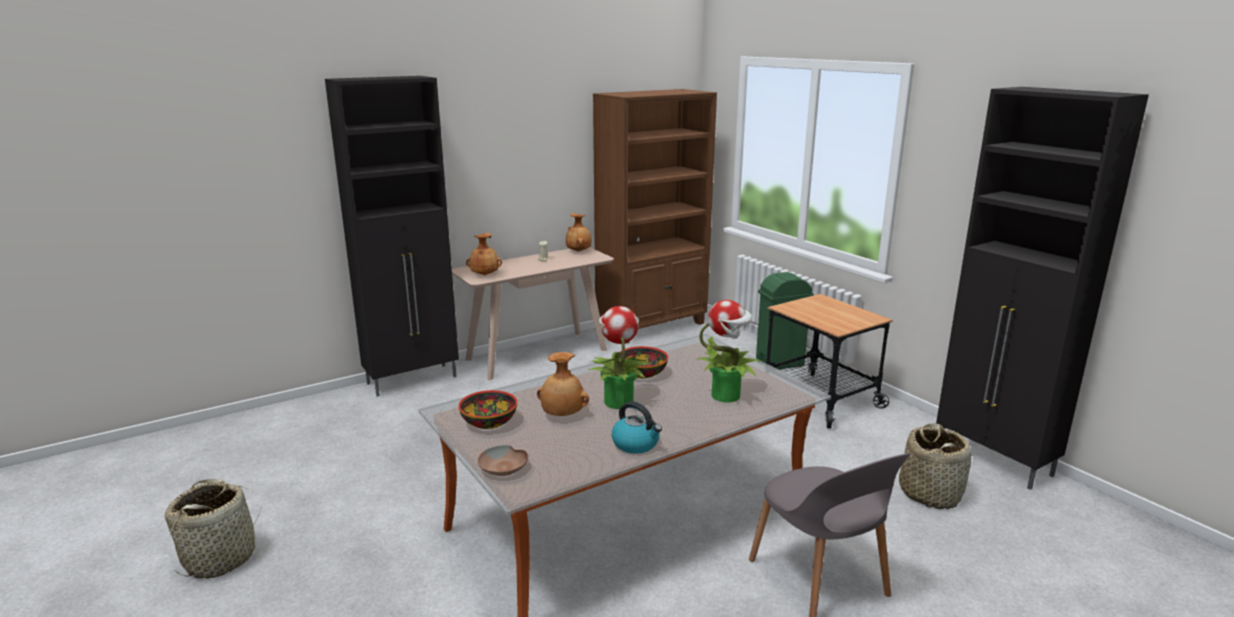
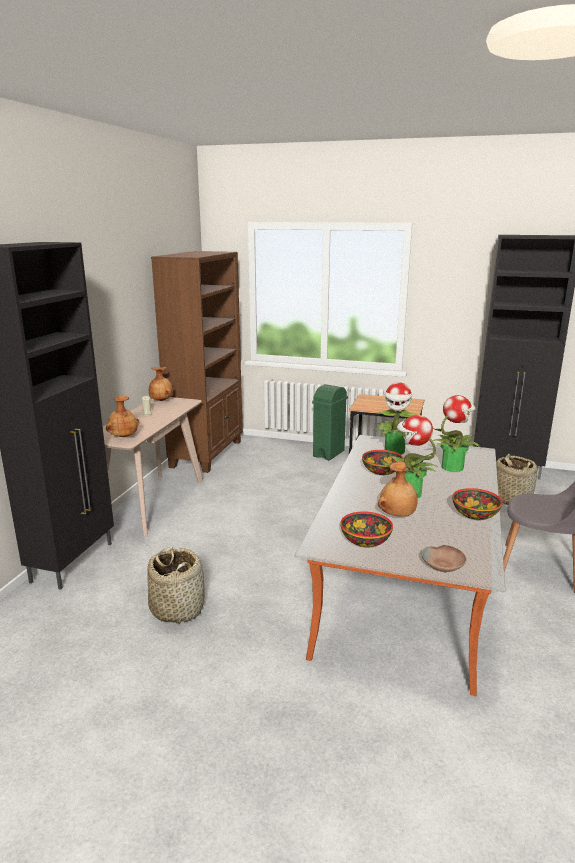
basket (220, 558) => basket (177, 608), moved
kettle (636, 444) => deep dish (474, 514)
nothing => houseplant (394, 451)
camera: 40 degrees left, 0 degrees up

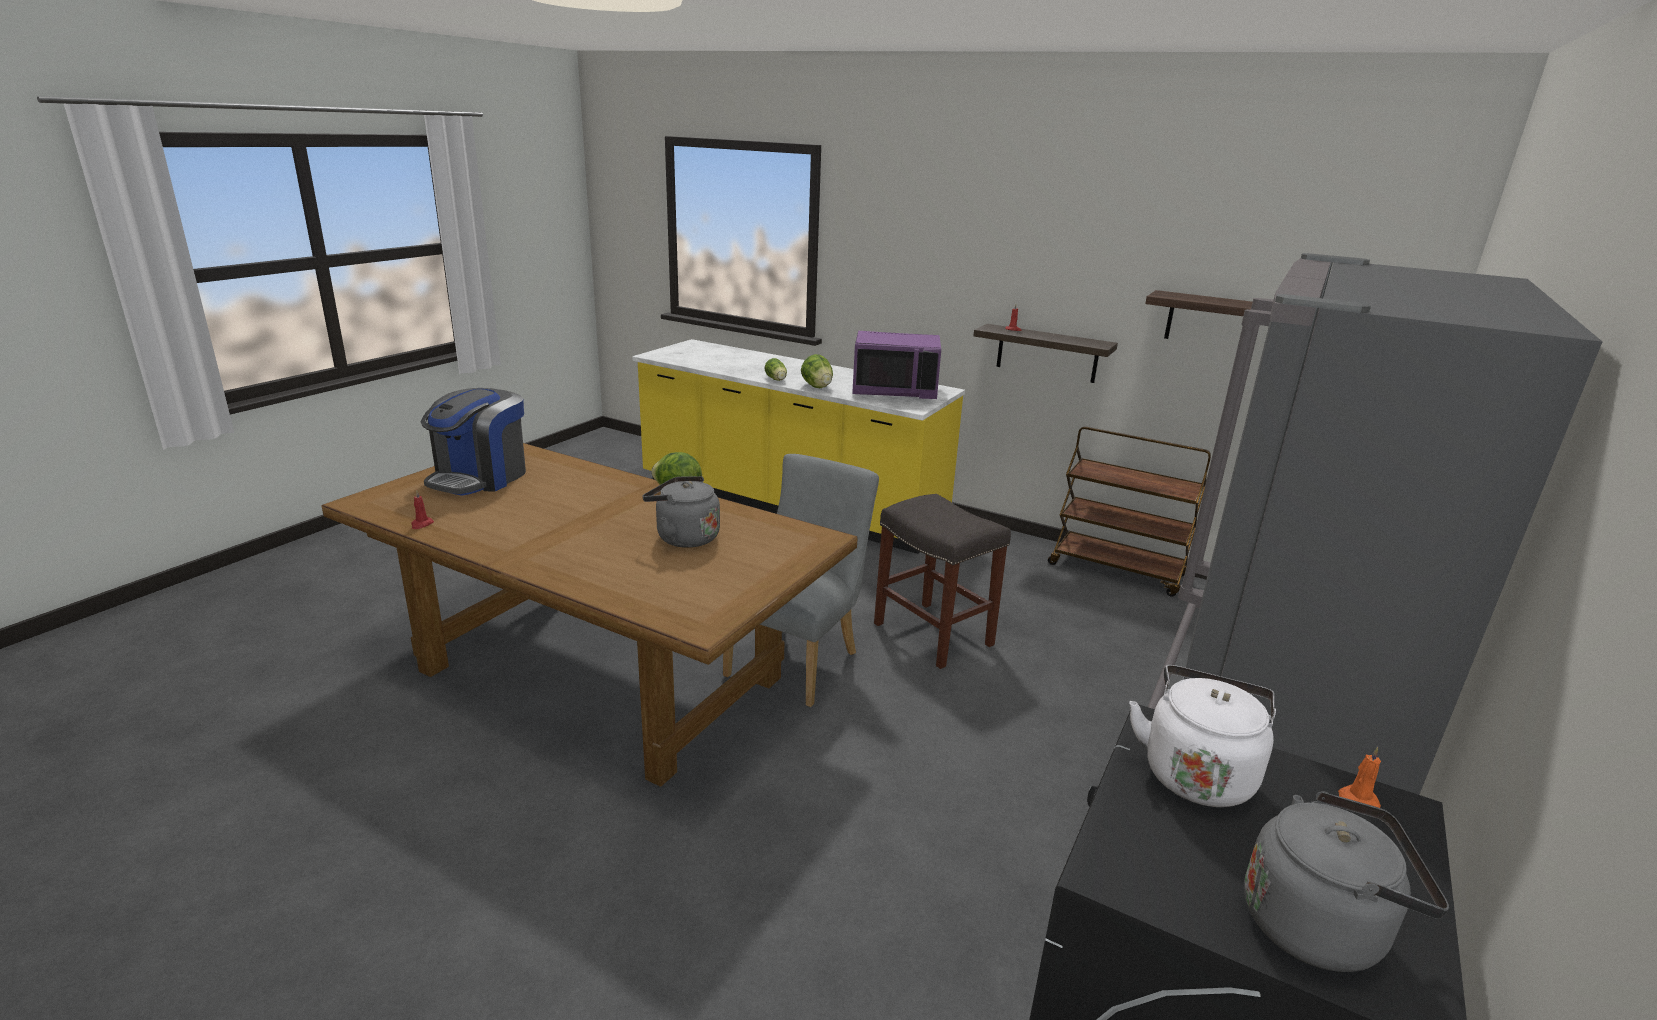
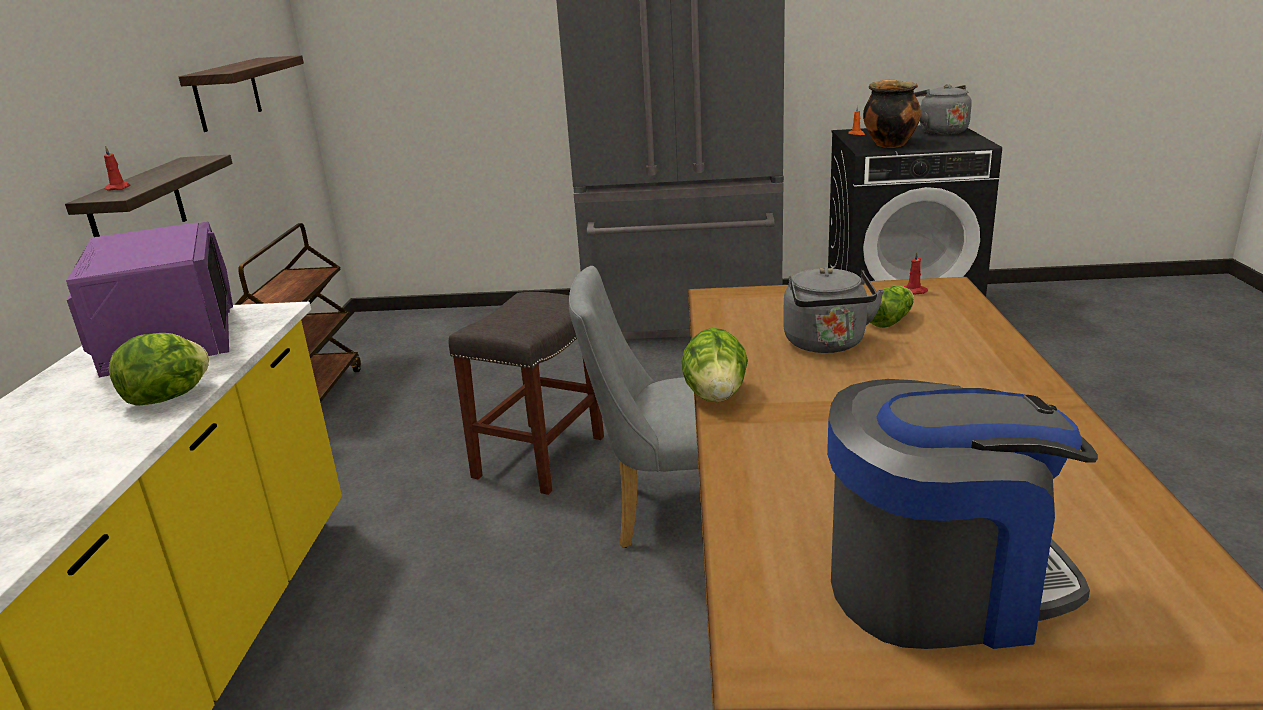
reddish wax light (421, 524) => reddish wax light (915, 291), moved
lettuce head (776, 380) => lettuce head (891, 320), moved
whitish kettle (1196, 772) => cooking pot (889, 144)
camera: 115 degrees left, 0 degrees up

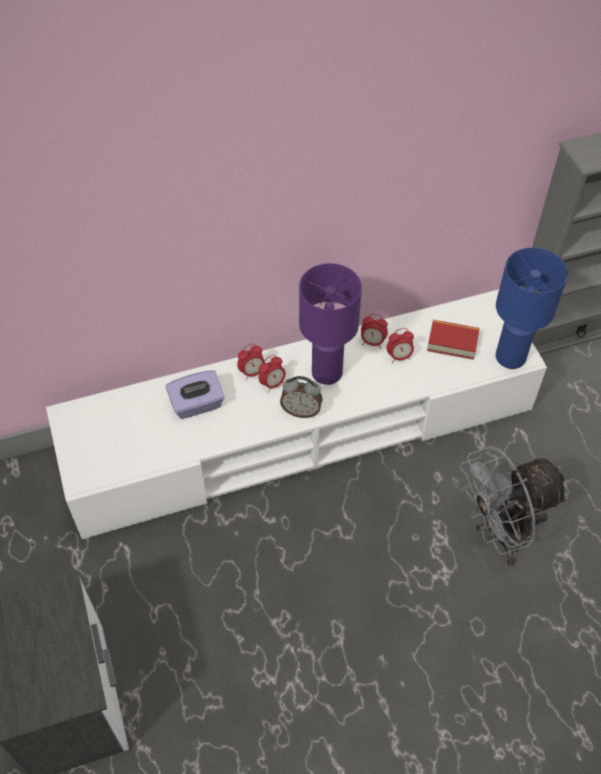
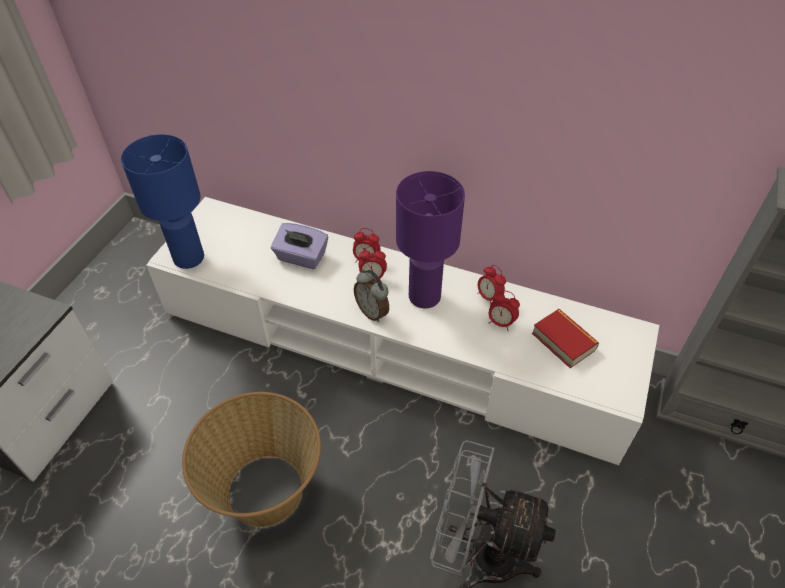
blue-coloured lamp for a table (509, 357) => blue-coloured lamp for a table (188, 257), moved
nothing => basket (266, 491)
camera: 40 degrees right, 5 degrees down

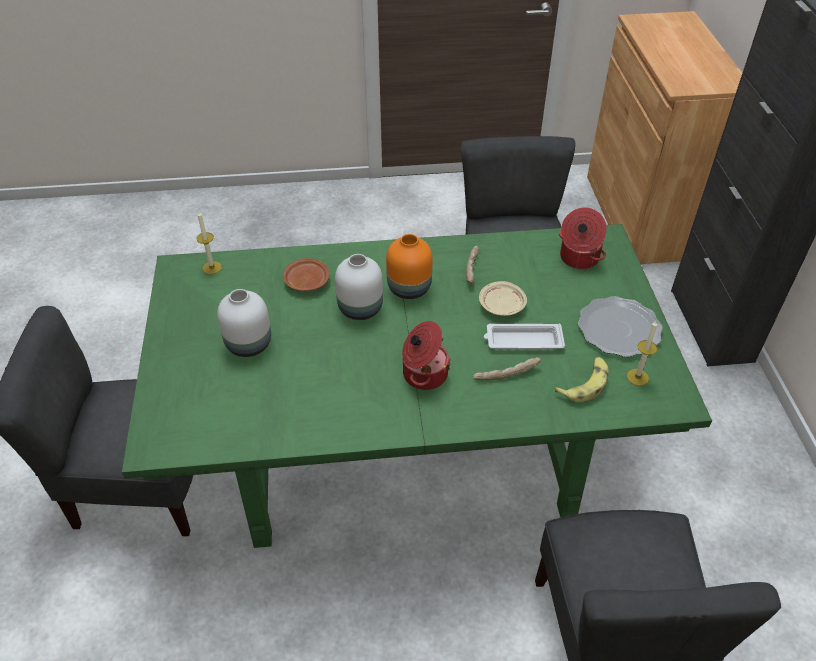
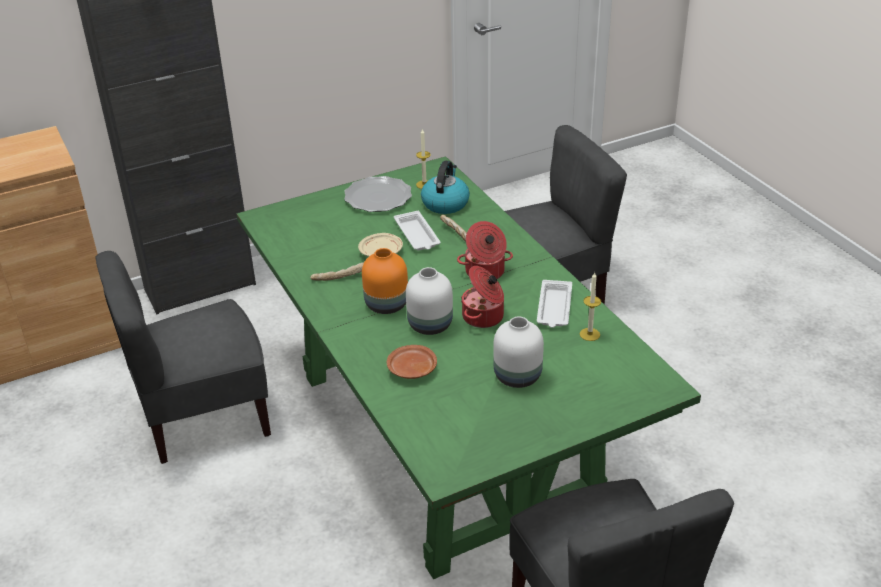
wax light (212, 268) => wax light (589, 334), moved
whole banana (585, 384) => kettle (445, 203)
cooking pot (578, 258) => cooking pot (484, 317), moved
nothing => whitish tray (554, 308)
camera: 110 degrees left, 10 degrees down

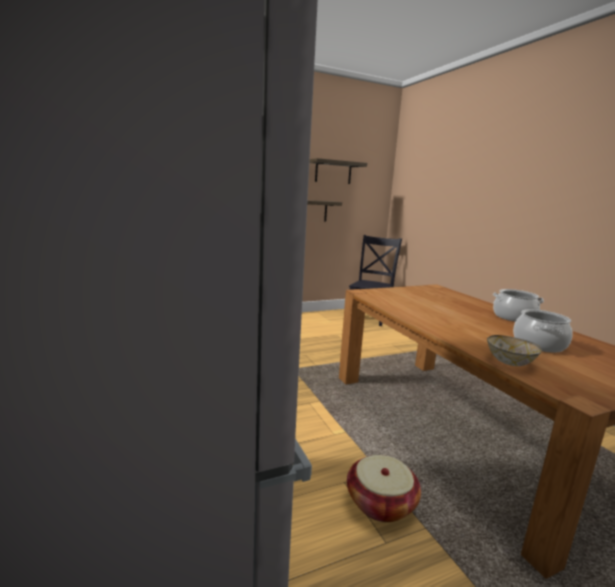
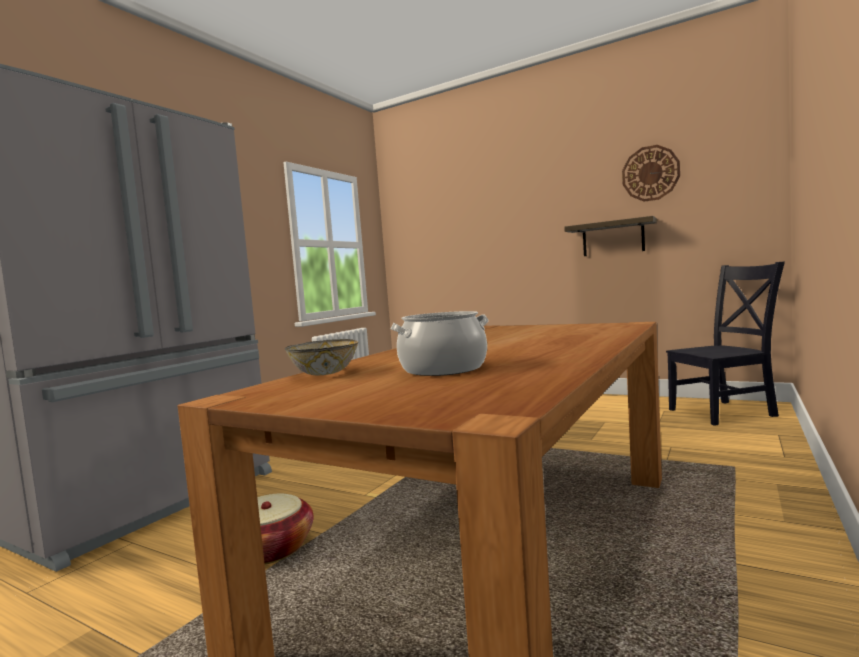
shelf (333, 172) => wall clock (650, 173)
cooking pot (513, 317) => nothing
camera: 55 degrees right, 10 degrees down

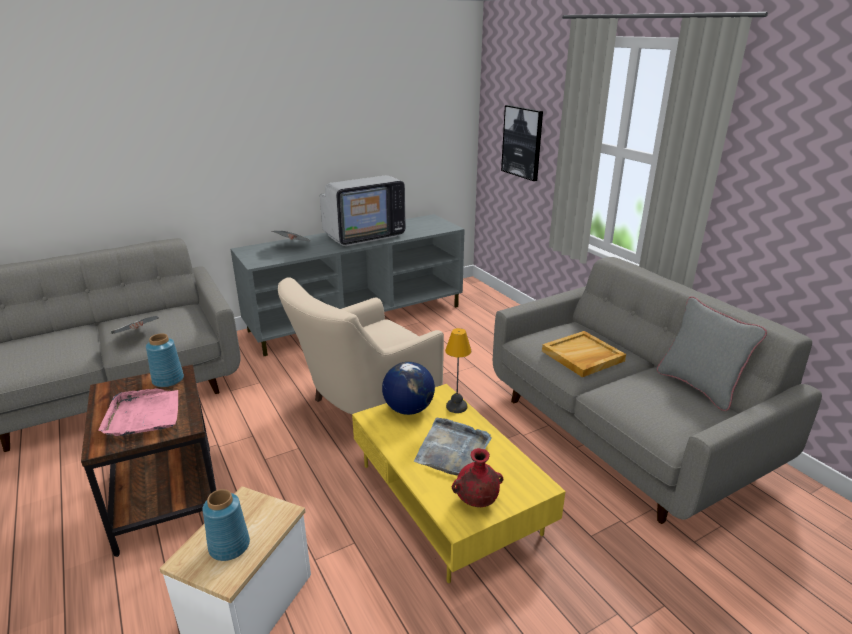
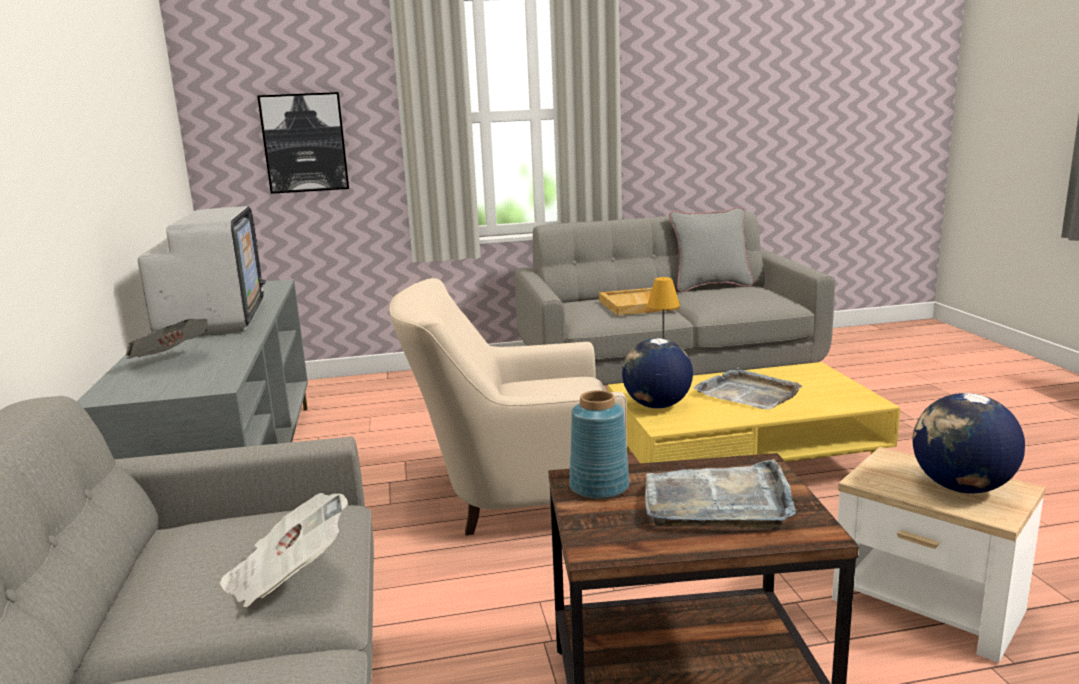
pinkish tray (143, 415) => greyish tray (717, 501)
blue-coloured vase (228, 546) => globe (961, 488)
beige-coloured armchair (363, 404) => beige-coloured armchair (515, 498), 105 degrees clockwise
reddish vase (476, 501) => nothing
camera: 70 degrees left, 10 degrees down

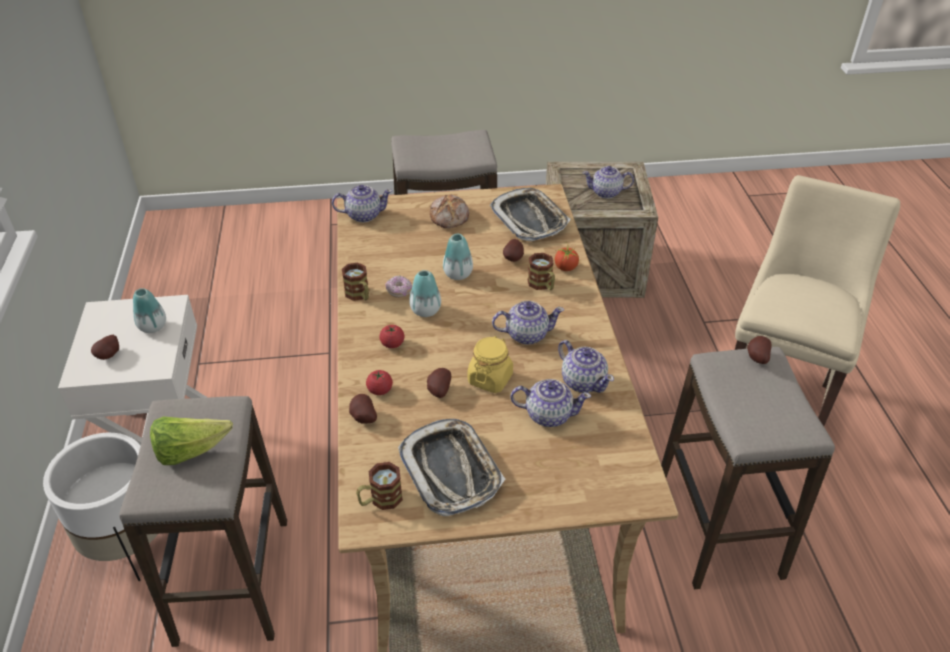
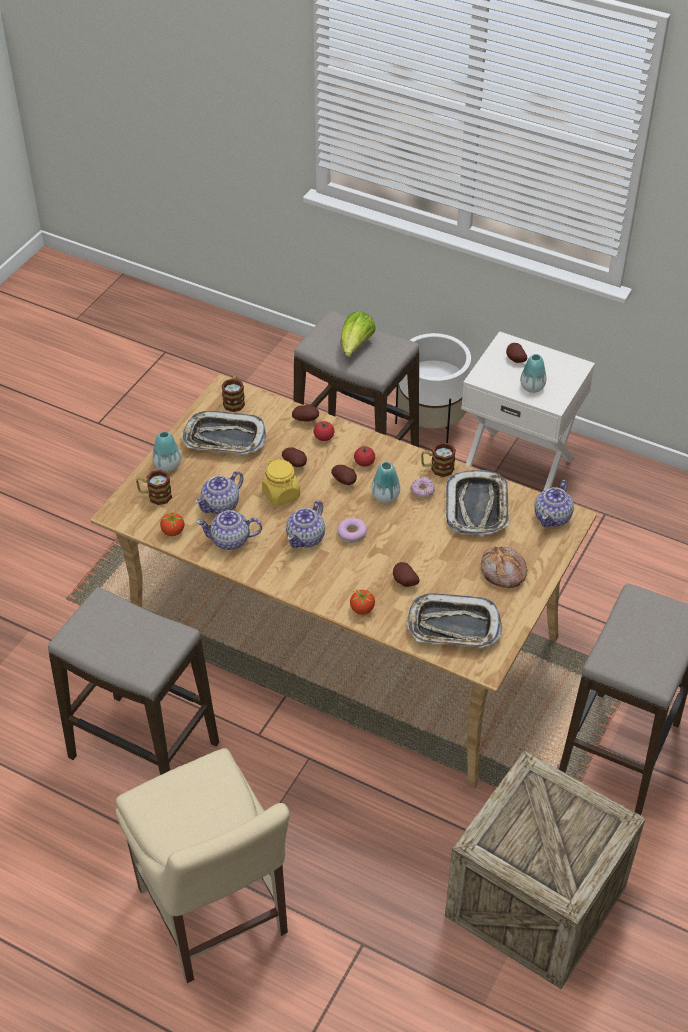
vase (458, 274) => vase (167, 465), moved
mug (542, 285) => mug (155, 496), moved
teapot (606, 193) => nothing
whole potato (756, 358) => whole potato (345, 481), moved
nothing => fresh tomato (173, 531)
nothing => doughnut (352, 533)
nothing => tray (477, 507)
camera: 125 degrees right, 5 degrees up

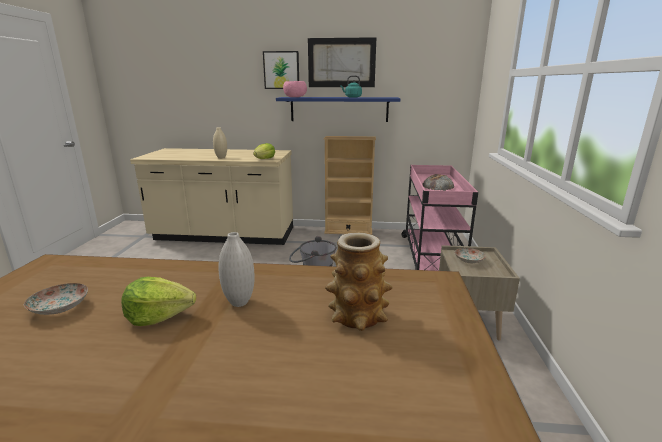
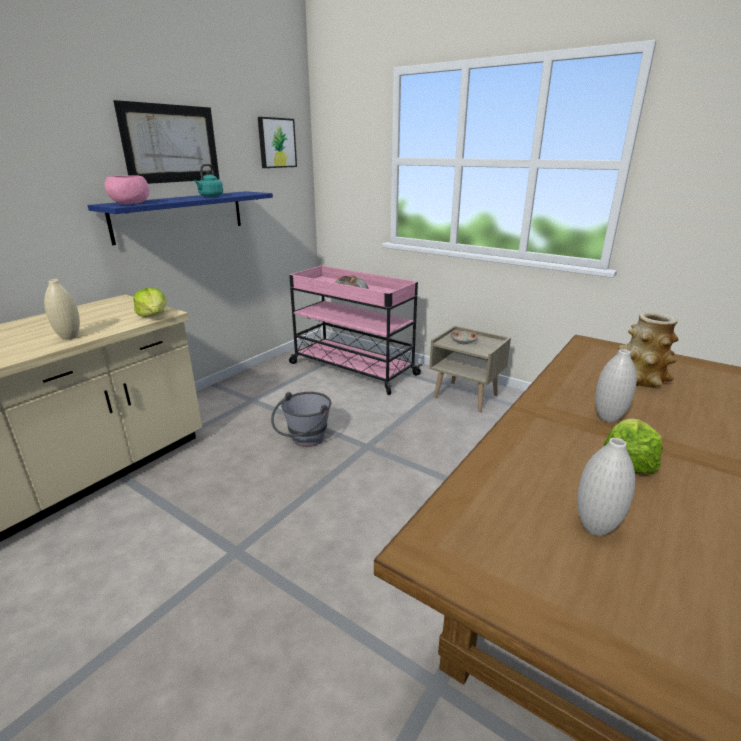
plate (61, 307) => whitish vase (595, 528)
wall picture (281, 70) => wall picture (276, 143), moved
beige-coloured bookcase (348, 231) => nothing
camera: 60 degrees left, 5 degrees up

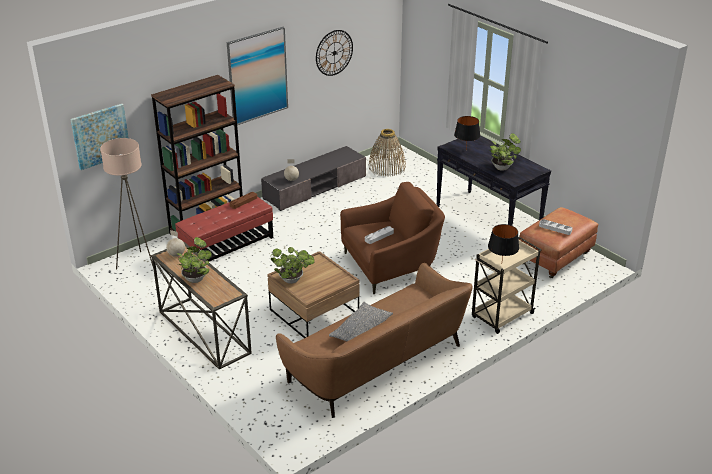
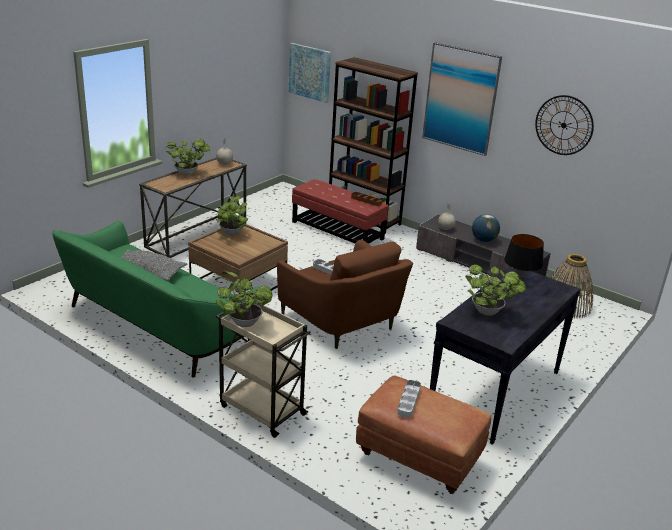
beige-coloured floor lamp (137, 263) => nothing
brown-coloured sofa (378, 364) => green-coloured sofa (156, 325)
black-coloured lamp for a table (501, 264) => houseplant (242, 322)
nothing => globe (483, 240)
camera: 75 degrees right, 5 degrees down

